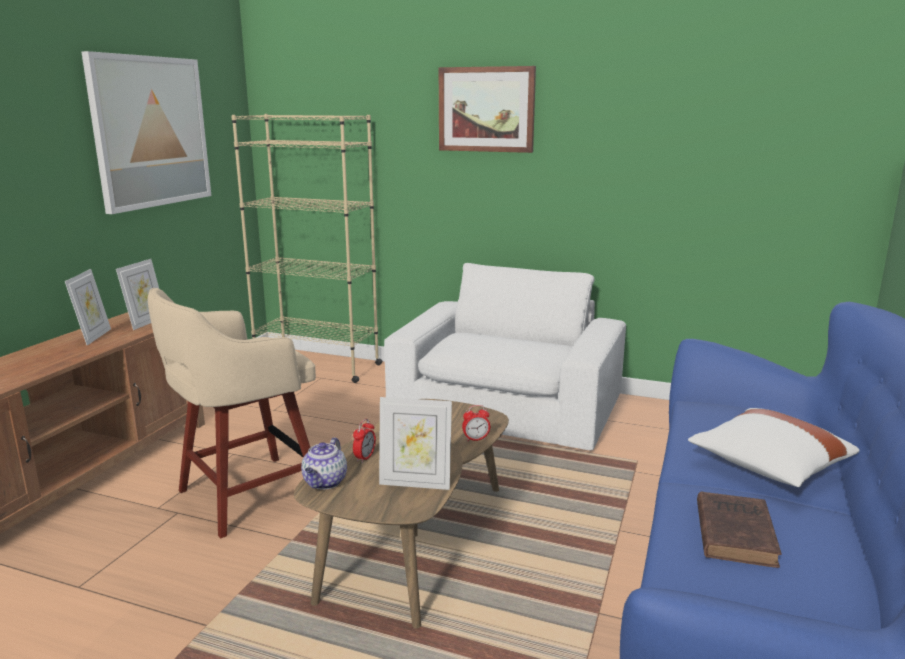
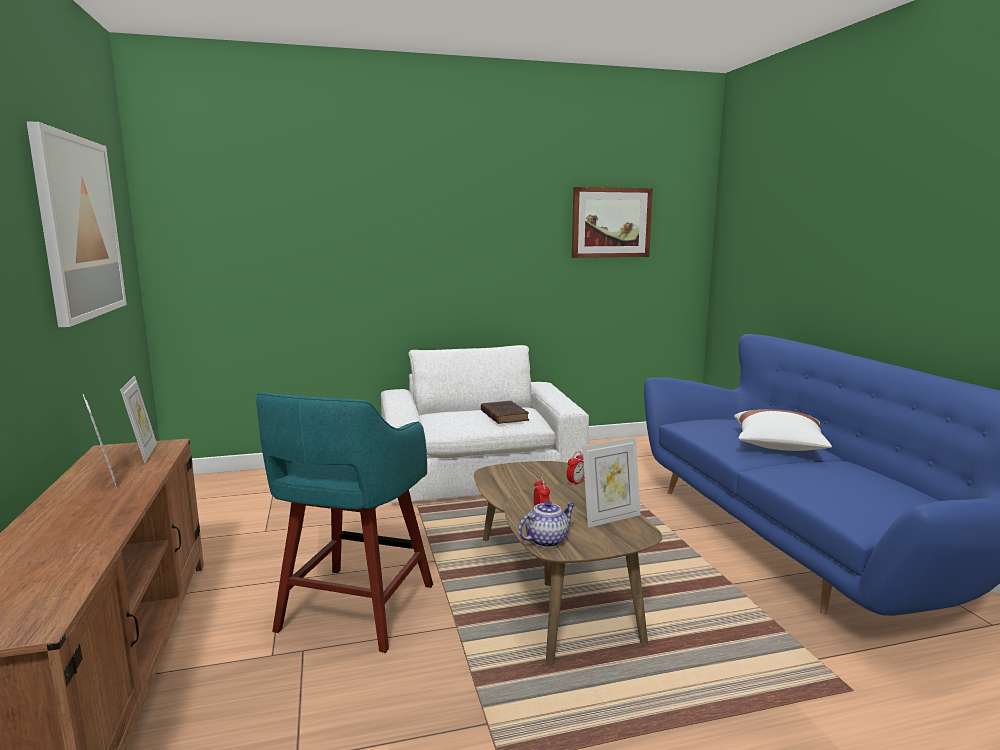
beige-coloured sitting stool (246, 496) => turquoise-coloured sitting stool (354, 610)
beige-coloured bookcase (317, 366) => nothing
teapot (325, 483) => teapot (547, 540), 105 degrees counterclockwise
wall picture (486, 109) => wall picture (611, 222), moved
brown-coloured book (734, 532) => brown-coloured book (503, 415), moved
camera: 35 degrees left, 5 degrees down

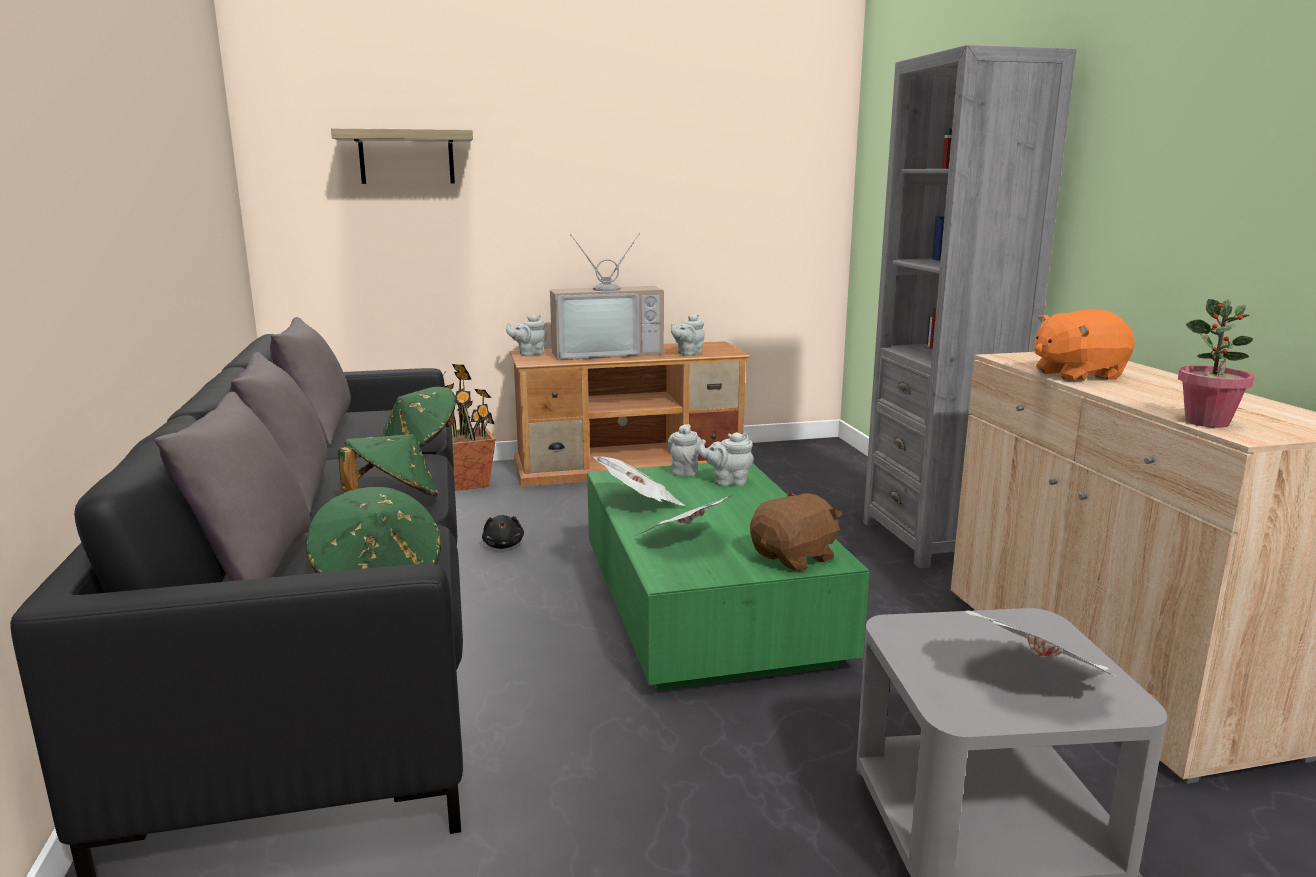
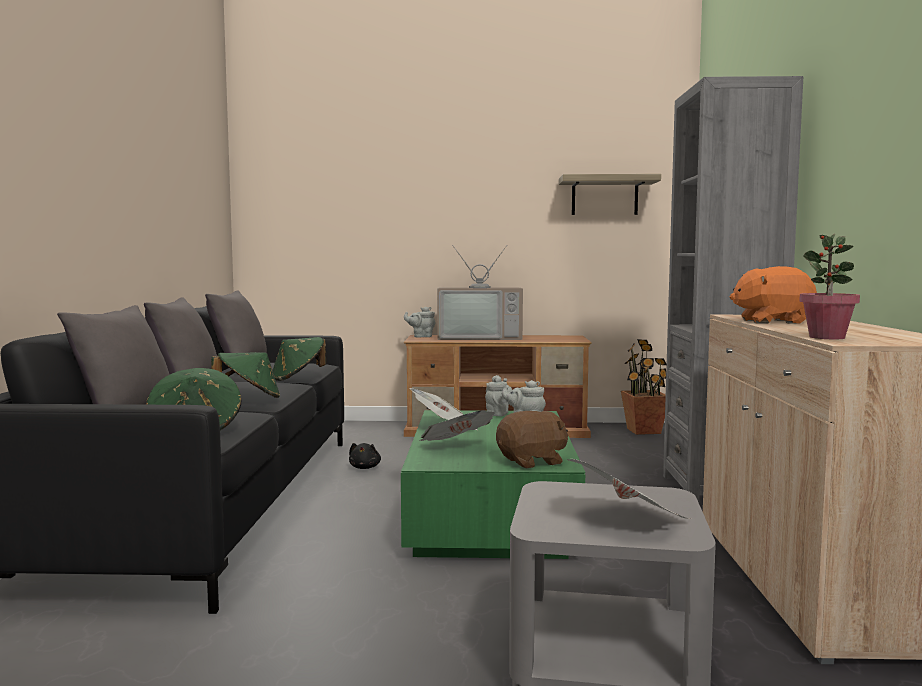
shelf (406, 157) => shelf (604, 196), moved
houseplant (469, 483) => houseplant (644, 431), moved
greyish teapot (688, 353) => nothing
camera: 15 degrees right, 10 degrees down

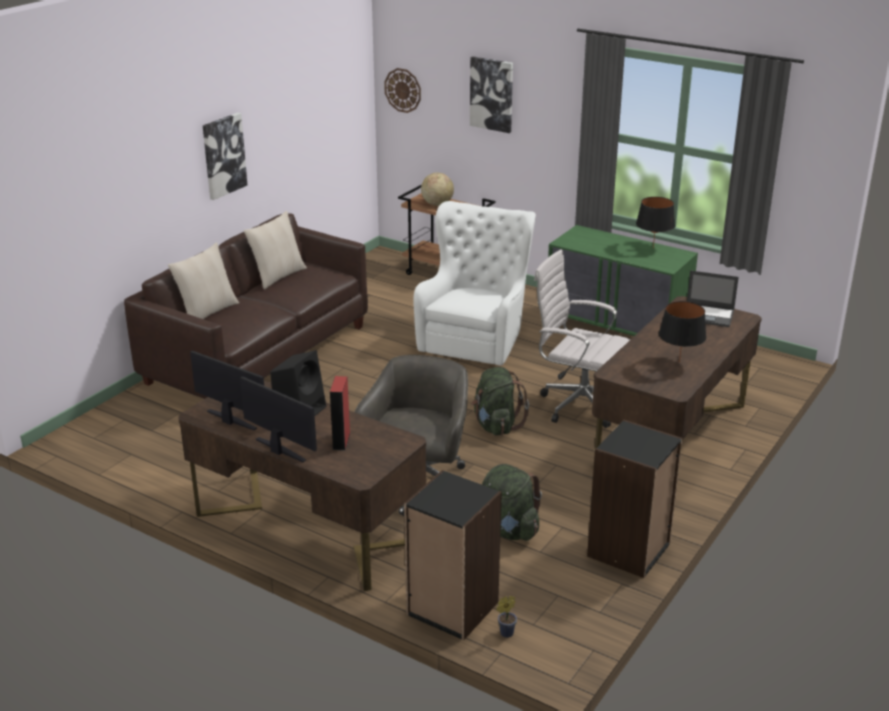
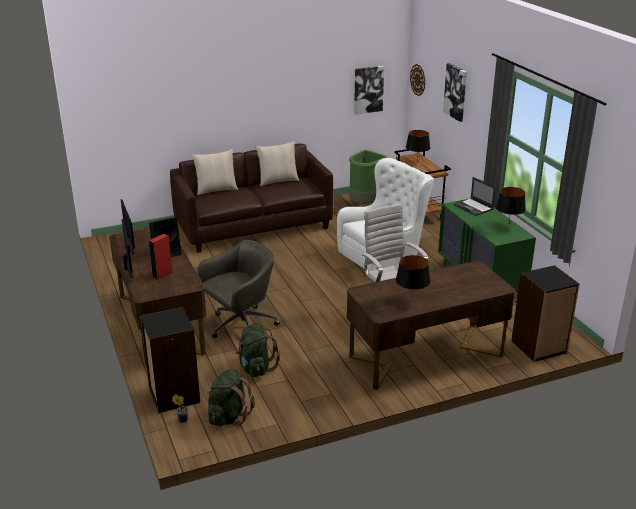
wall picture (223, 155) => wall picture (368, 89), moved
globe (437, 204) => black-coloured lamp for a table (417, 162)
green-coloured knapsack (496, 426) => green-coloured knapsack (229, 416), moved
black-coloured bookcase (629, 550) => black-coloured bookcase (539, 347), moved
notebook computer (708, 315) => notebook computer (474, 207), moved
nothing => green-coloured rubbish bin (365, 204)
camera: 35 degrees right, 0 degrees up

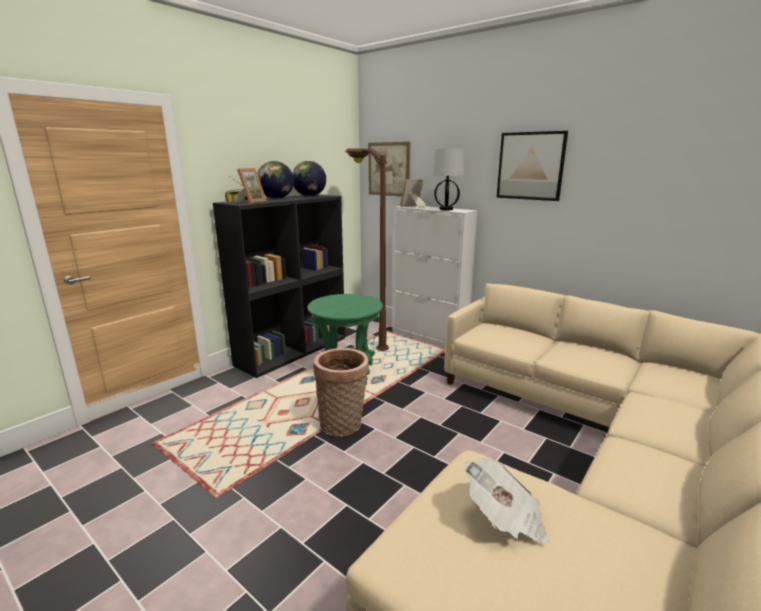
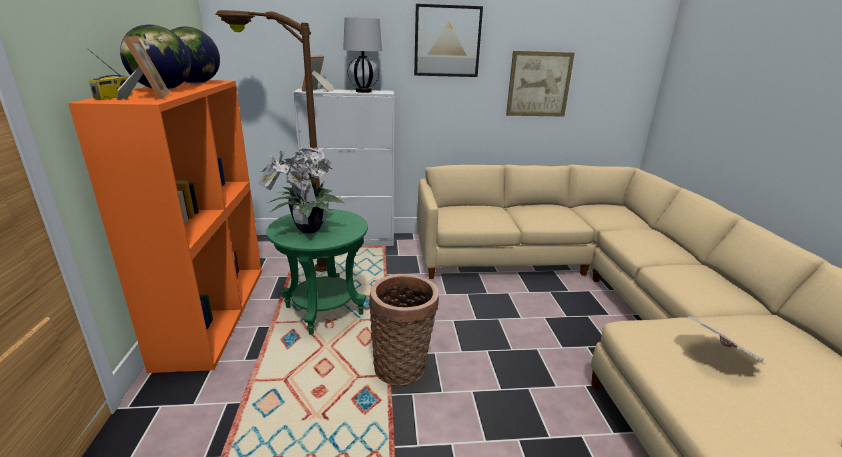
black-coloured bookcase (293, 350) => orange-coloured bookcase (213, 313)
wall picture (389, 169) => wall picture (539, 84), moved
nothing => houseplant (306, 230)
camera: 45 degrees left, 5 degrees up

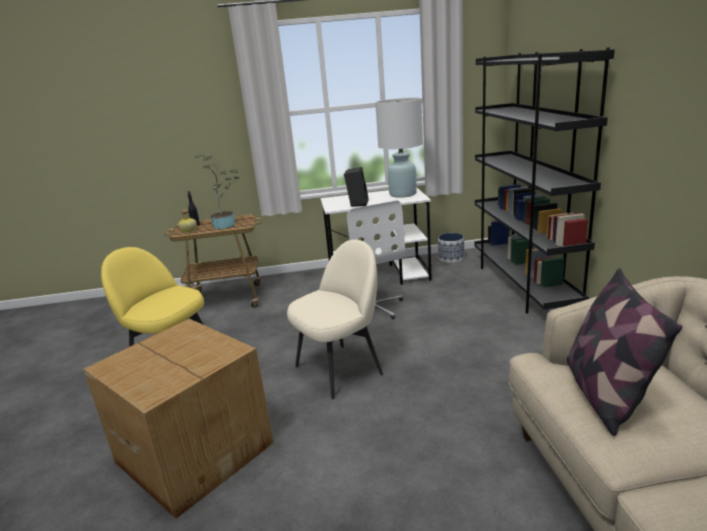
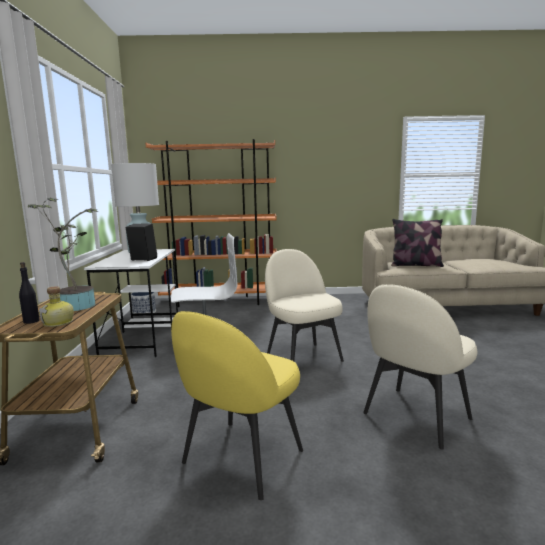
cardboard box (195, 451) => beige-coloured upright chair (414, 417)
black-coloured bookcase (523, 285) => orange-coloured bookcase (220, 301)
camera: 85 degrees left, 10 degrees down

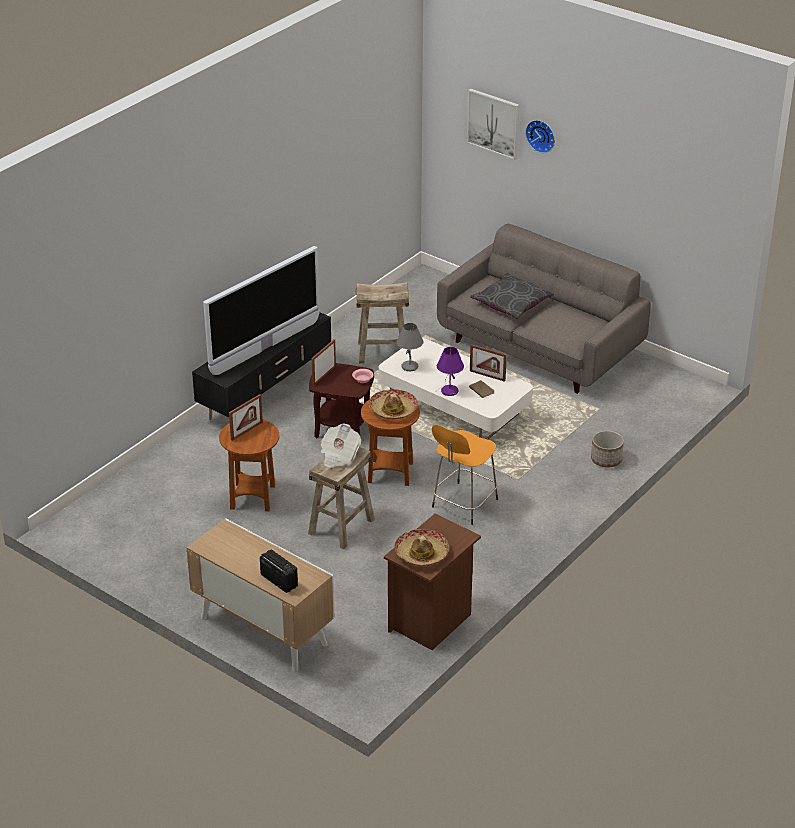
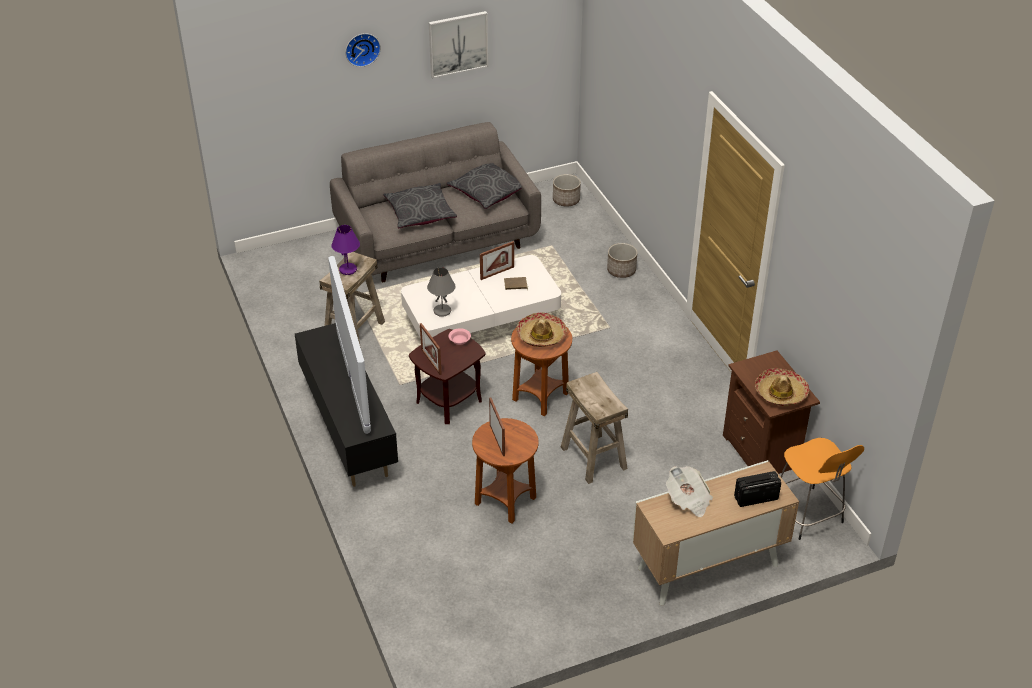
daily paper (339, 455) => daily paper (688, 500), moved
orange-coloured sitting stool (463, 504) => orange-coloured sitting stool (808, 515), moved
purple lamp for a table (449, 391) => purple lamp for a table (348, 270), moved
wall picture (493, 123) => wall picture (458, 44), moved
nothing => greyish cushion (487, 191)
nothing => planter (566, 200)
camera: 60 degrees left, 5 degrees up

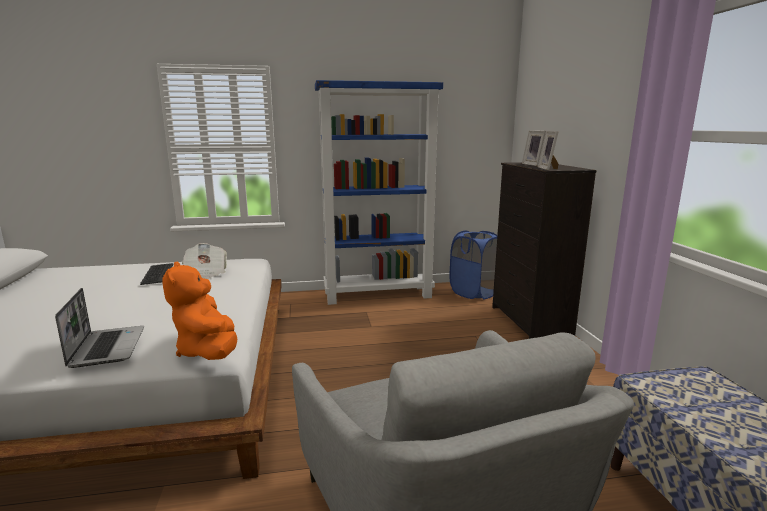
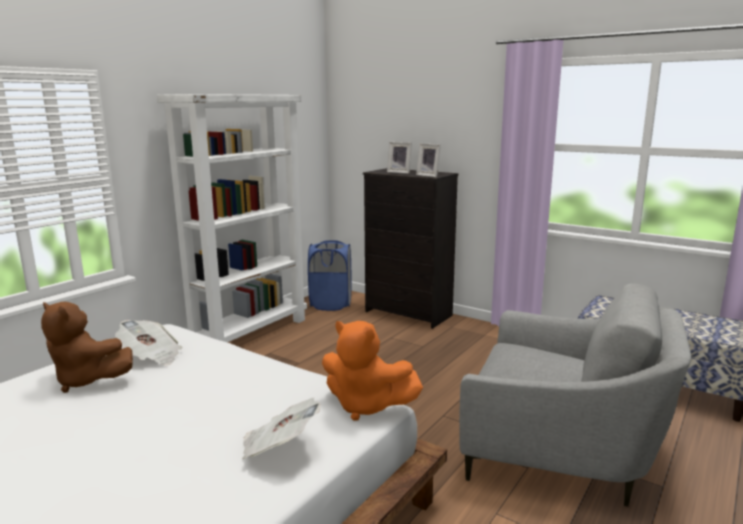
notebook computer (107, 347) => daily paper (279, 447)
keyboard (157, 274) => brown-coloured cuddly toy (87, 380)
blue-coloured bookcase (378, 294) => whitish bookcase (251, 333)
camera: 45 degrees left, 0 degrees up

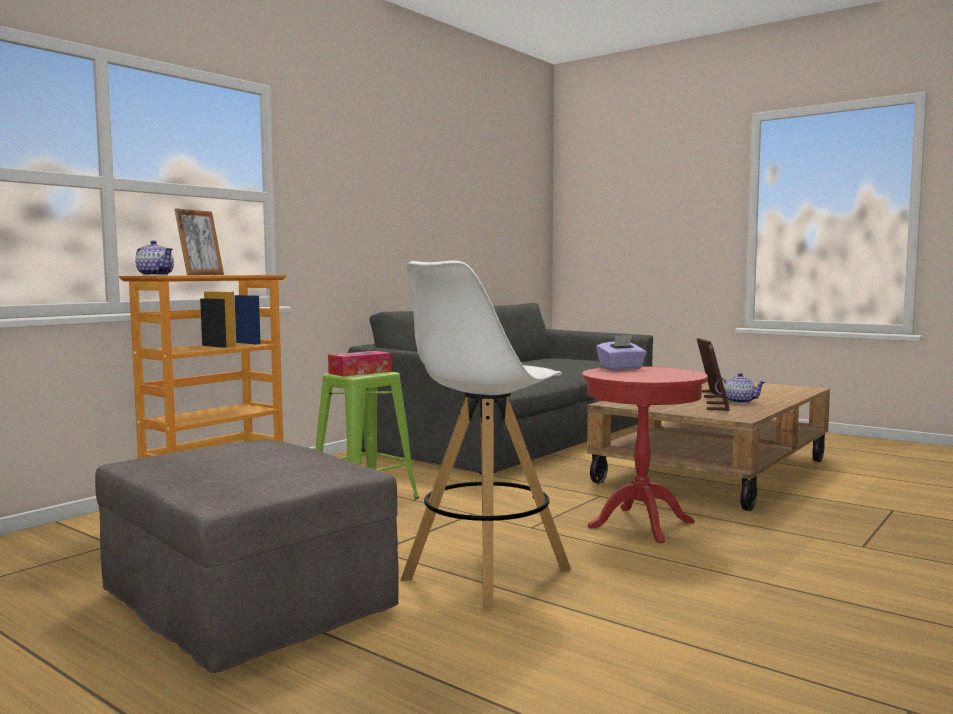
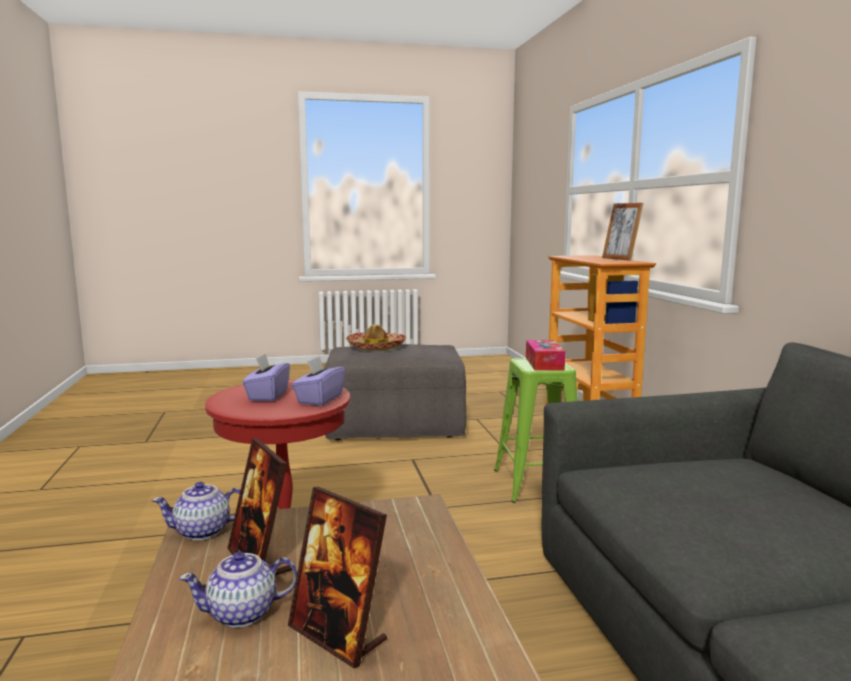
teapot (155, 275) => teapot (203, 531), moved
whitish sitting stool (485, 575) => nothing
nothing => purple tissue holder (267, 395)
nothing => wearable hat (376, 347)
camera: 130 degrees right, 5 degrees up

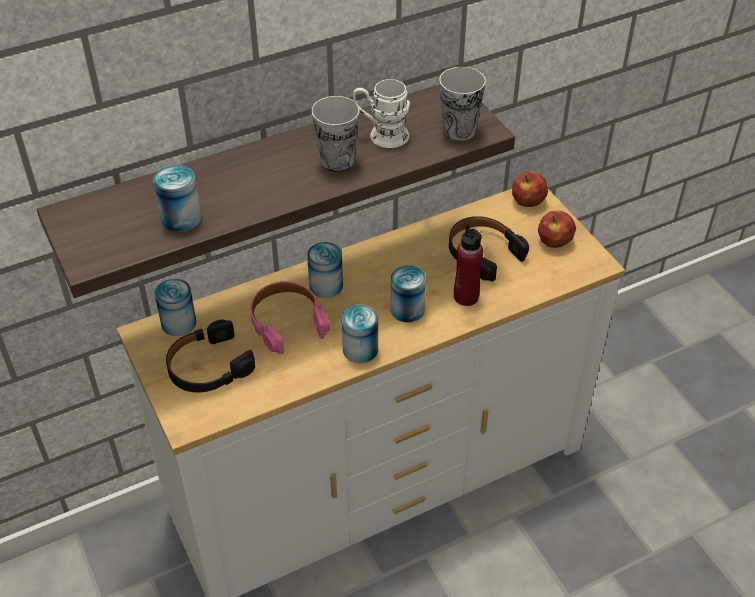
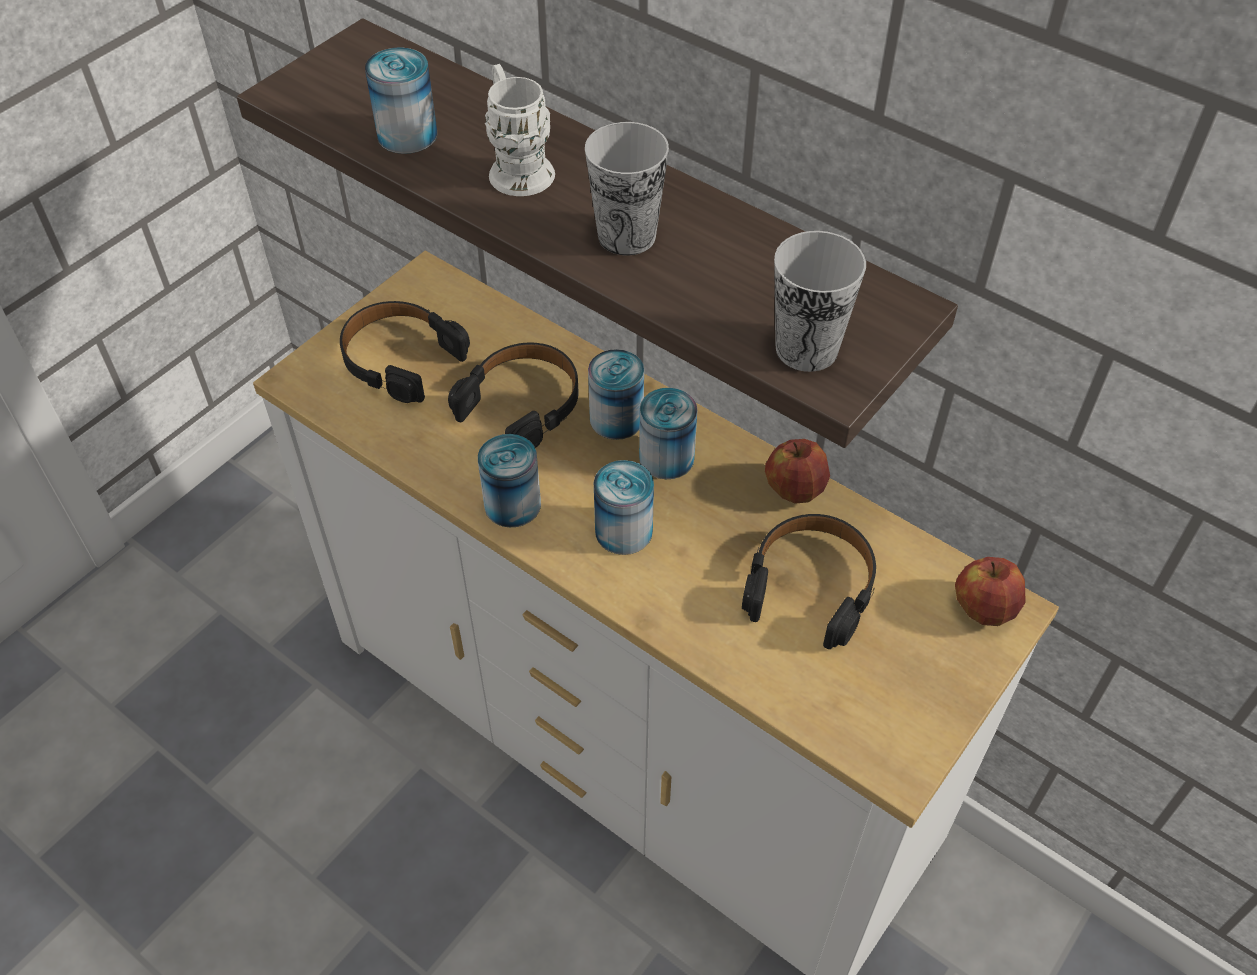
can (178, 323) => can (666, 457), moved
pinkish pair of headphones (287, 322) => black-coloured pair of headphones (522, 404)
whitish mug (381, 135) => whitish mug (517, 167), moved
reddish beverage bottle (466, 297) => nothing
apple fruit (554, 242) => apple fruit (794, 490), moved
camera: 65 degrees right, 5 degrees up

